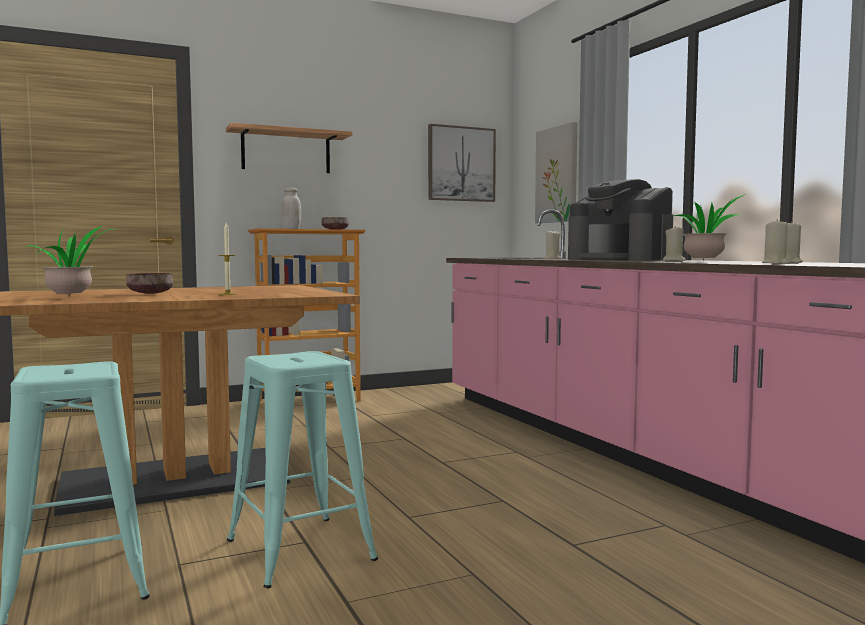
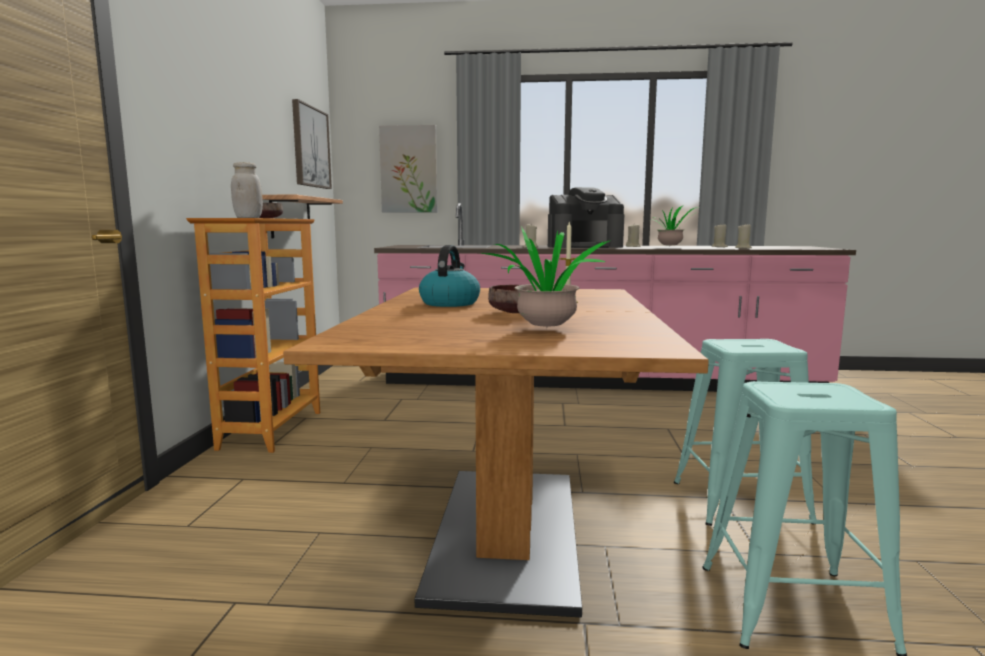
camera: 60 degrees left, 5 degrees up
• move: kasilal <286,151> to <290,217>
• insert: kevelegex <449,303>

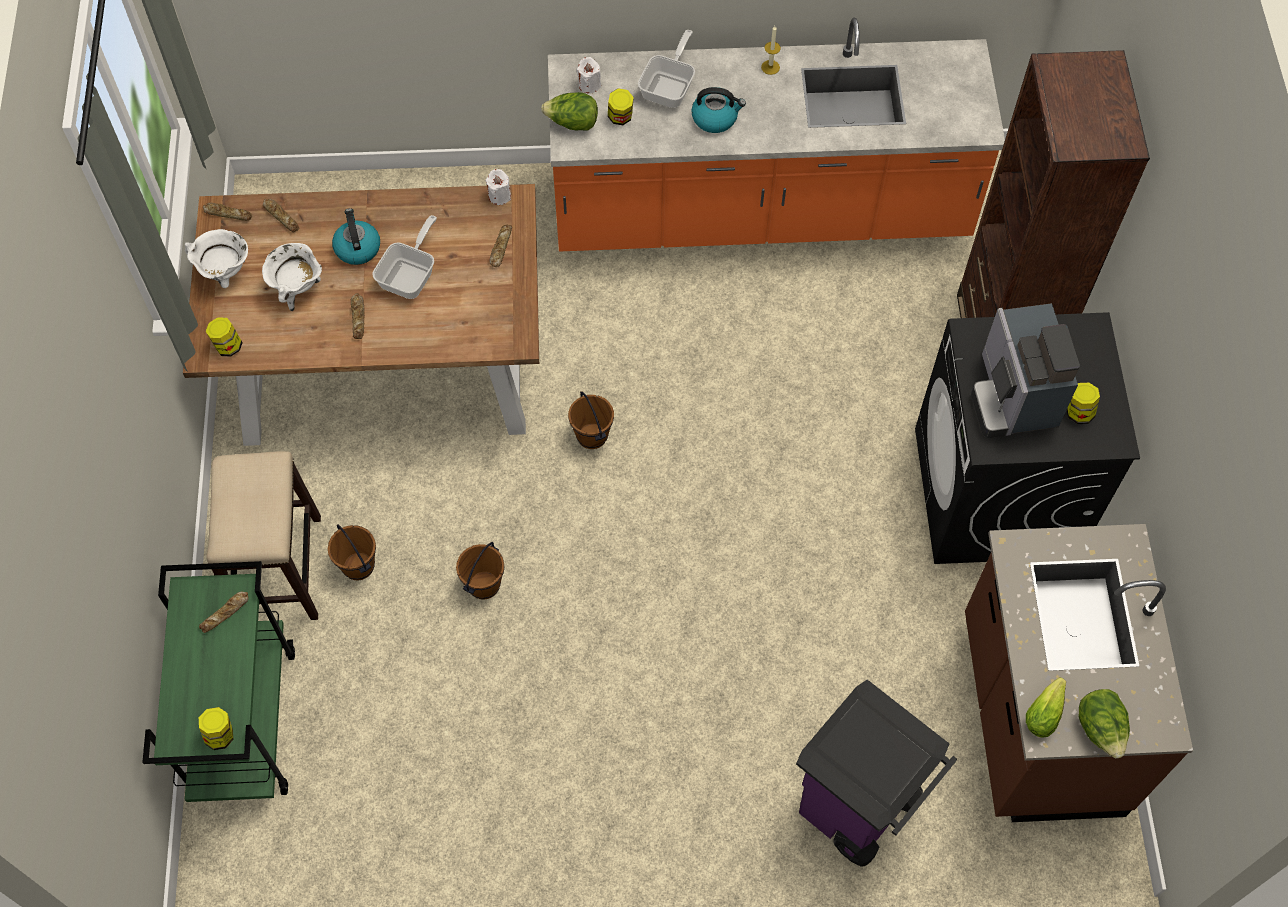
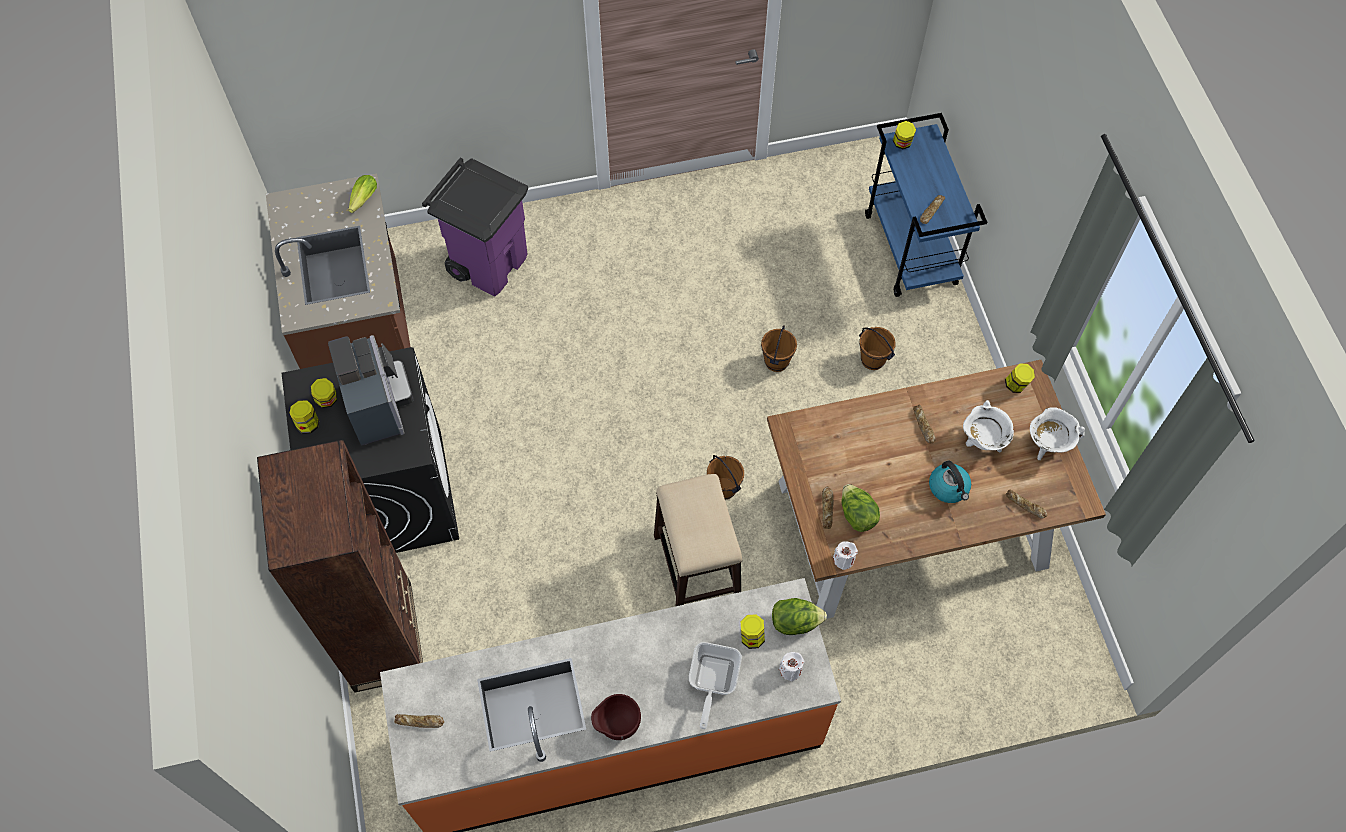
camera: 170 degrees right, 0 degrees up
• replace: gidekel <770,67> to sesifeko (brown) <617,724>
• delete: kevelegex <715,118>
• move: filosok <228,213> to <420,722>
• delete: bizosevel <411,275>
• move: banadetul <278,570> to <696,568>
• recolor: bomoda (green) <243,721> to bomoda (blue) <911,250>
• move: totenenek <1100,729> to <857,515>
• insert: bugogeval <308,424>

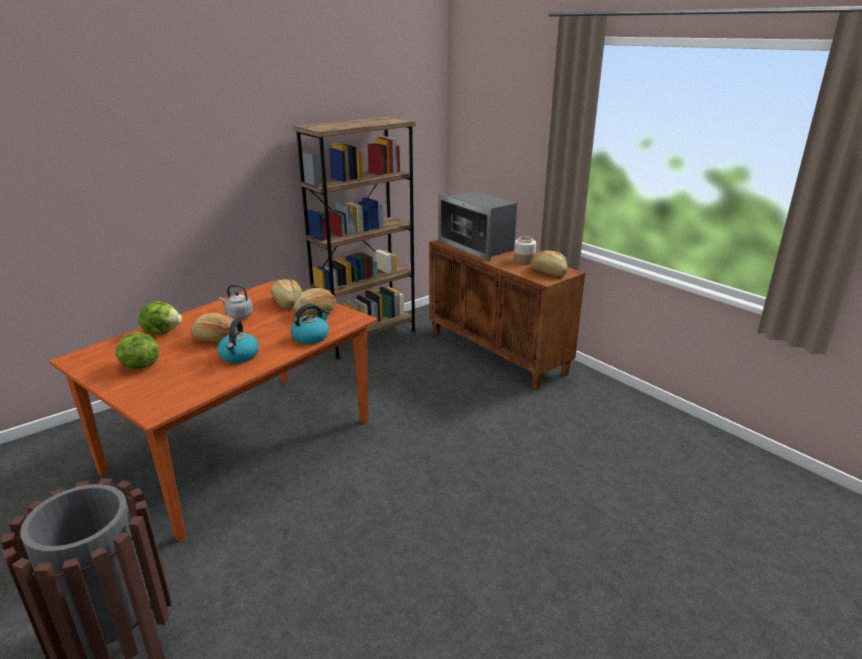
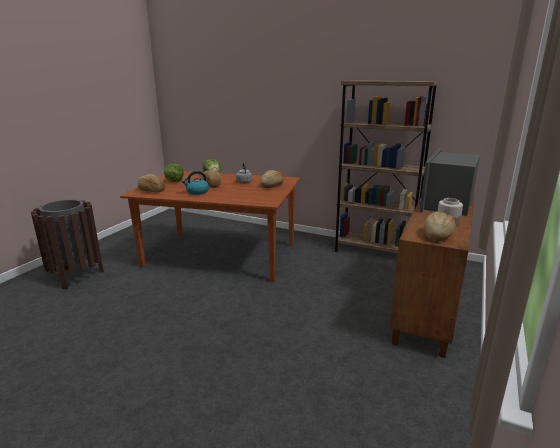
camera: 65 degrees right, 5 degrees down
• move: filosok <316,312> to <151,190>
• delete: kevelegex <311,337>

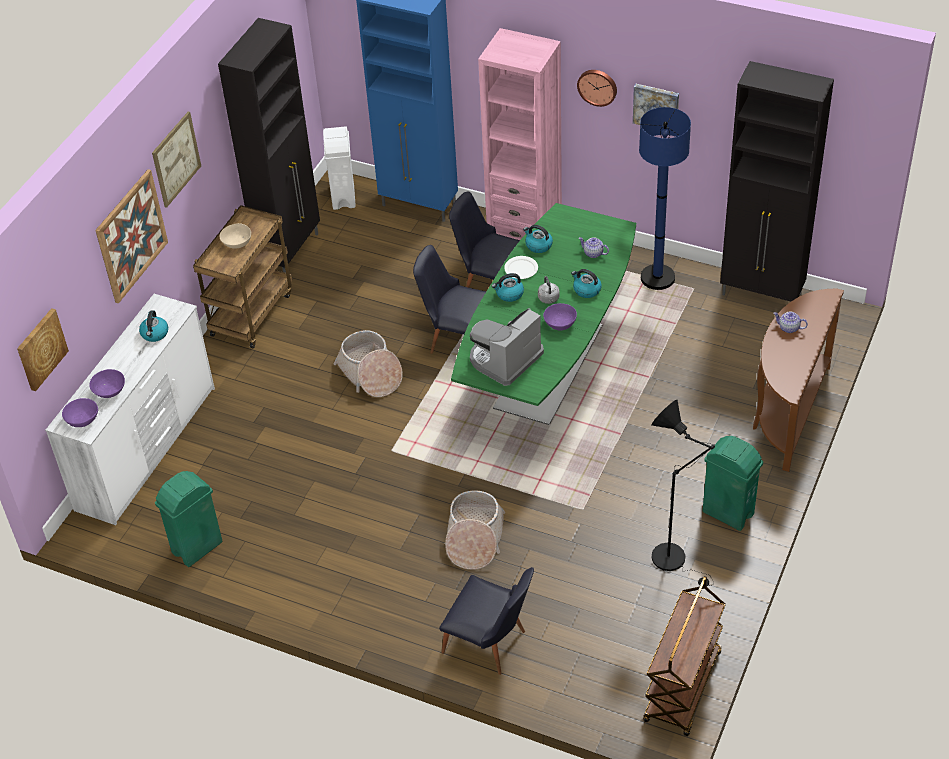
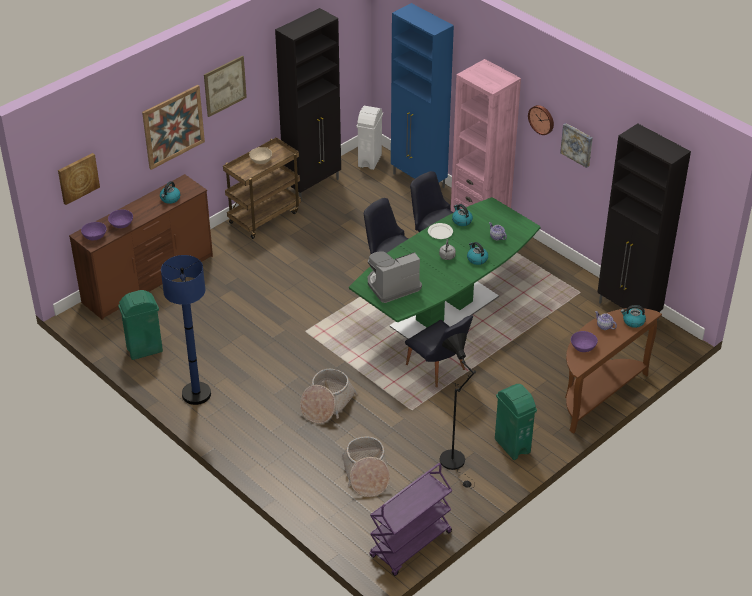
camera: 20 degrees right, 5 degrees down
• move: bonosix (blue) <657,278> to <196,394>
• move: kevelegex <509,294> to <633,321>
• recolor: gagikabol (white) <147,448> to gagikabol (brown) <149,279>
• move: sesifeko (purple) <560,323> to <583,347>
• move: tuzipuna <370,374> to <366,474>
• move: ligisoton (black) <491,645> to <439,370>
• recolor: bomoda (brown) <683,688> to bomoda (purple) <410,545>

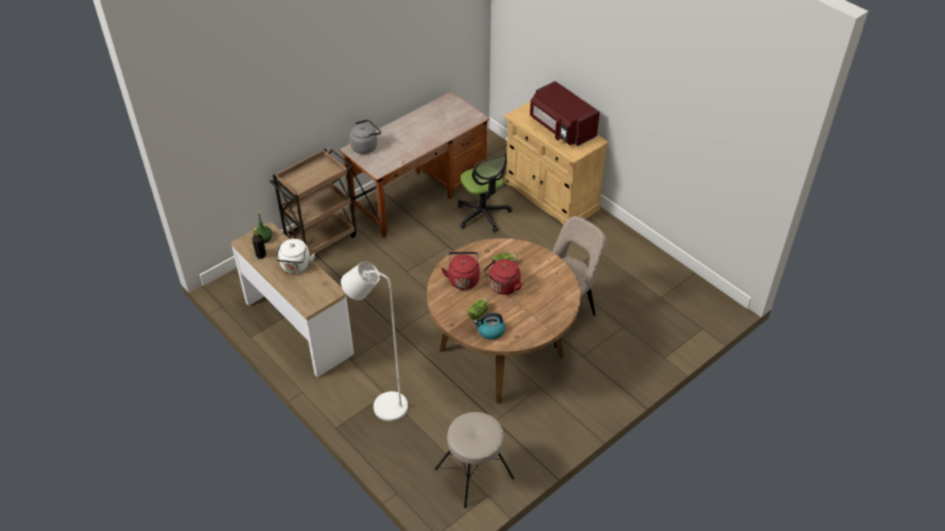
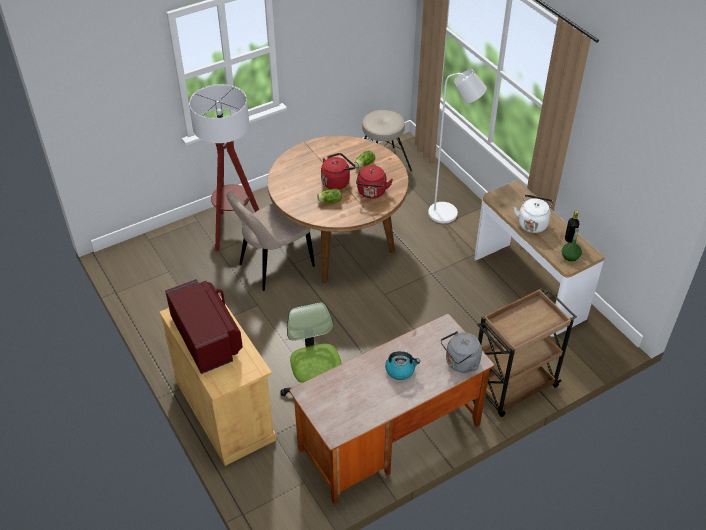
camera: 170 degrees left, 0 degrees up
• move: kevelegex <490,331> to <400,370>
• insert: bonosix <234,231>

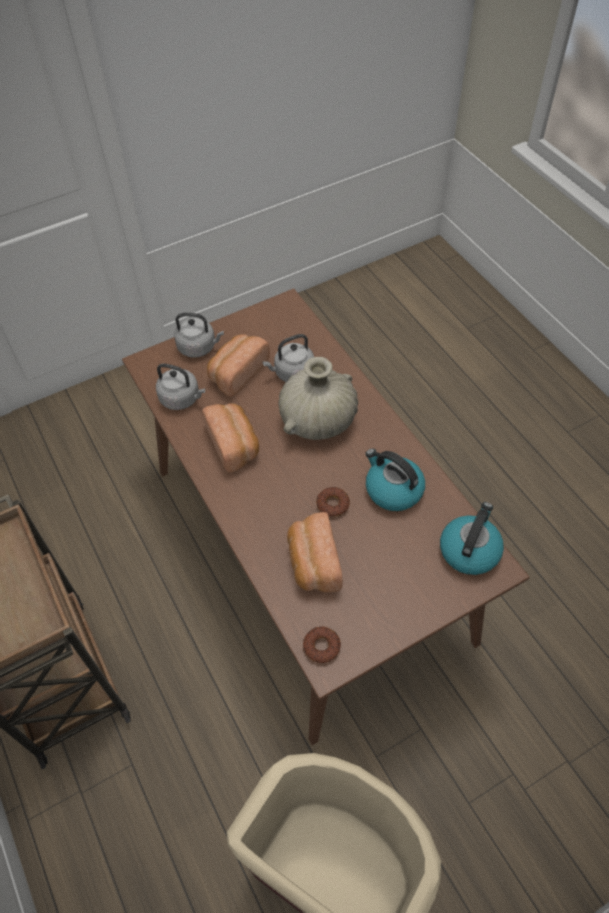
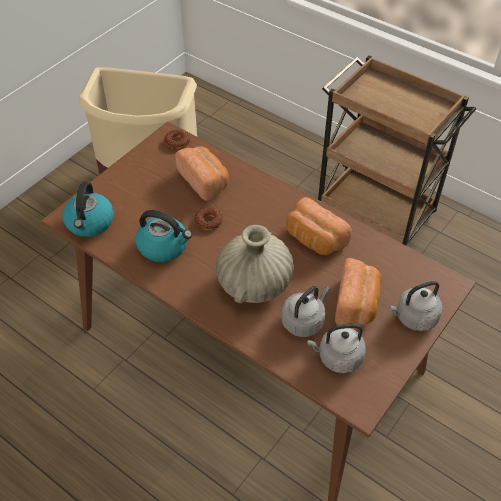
camera: 155 degrees right, 5 degrees down
• move: kevelegex (grey) <182,399> to <337,358>

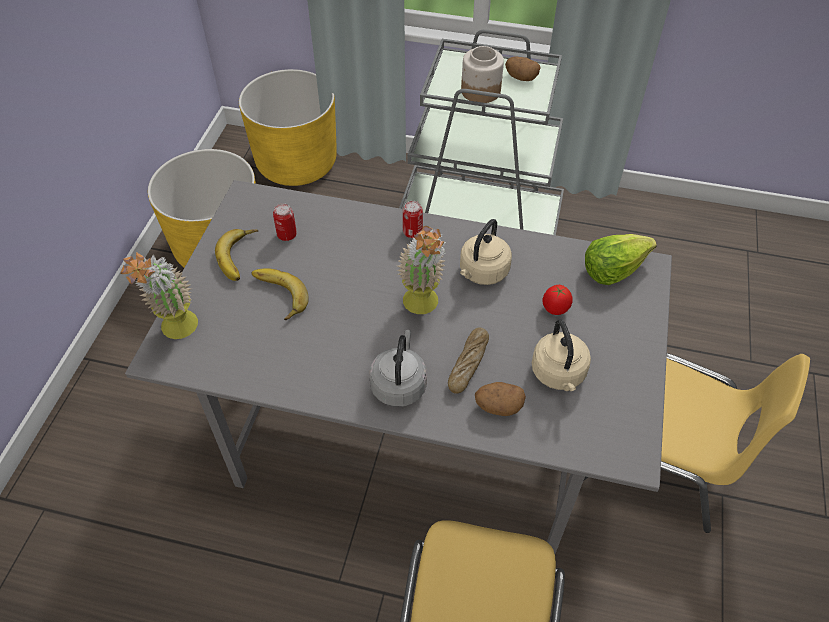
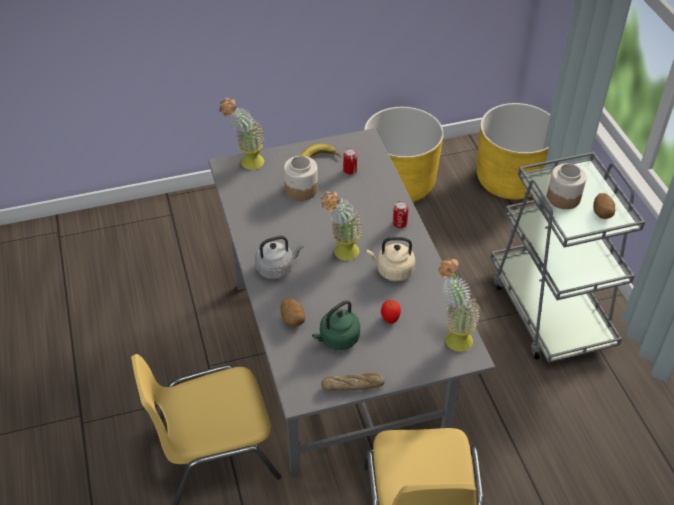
camera: 60 degrees right, 5 degrees down
• replace: totenenek <613,268> to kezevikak <452,337>
• replace: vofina <277,296> to bugogeval <301,189>
• recolor: kevelegex (beige) <559,374> to kevelegex (green) <337,339>
• move: filosok <468,363> to <352,385>

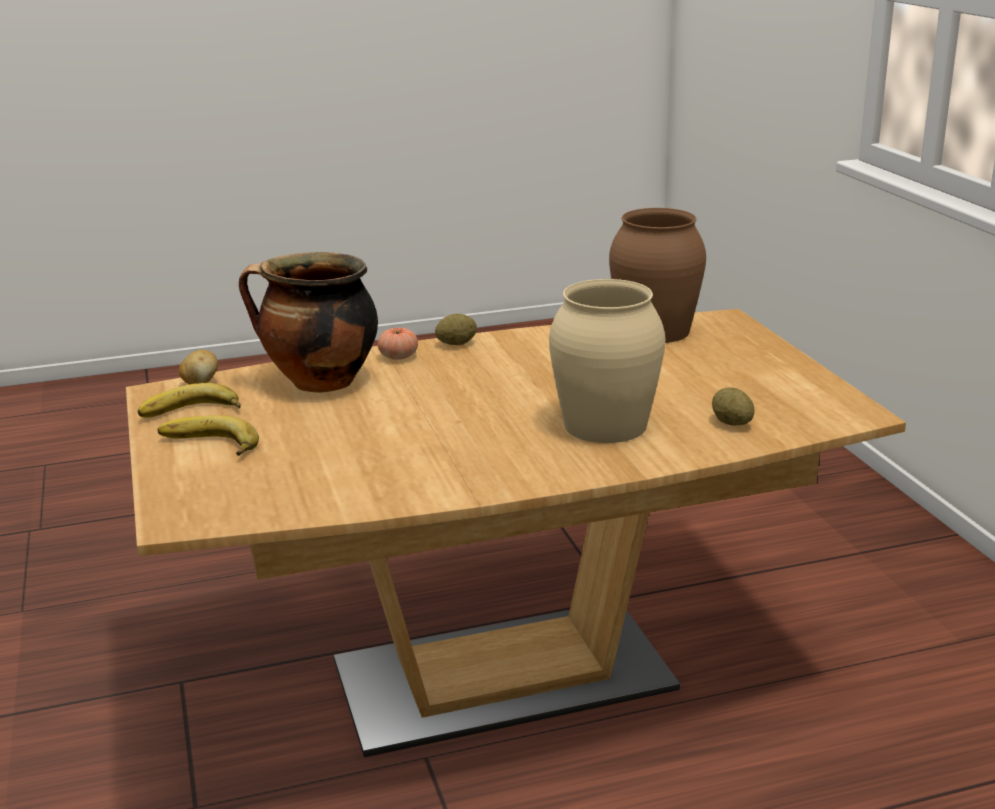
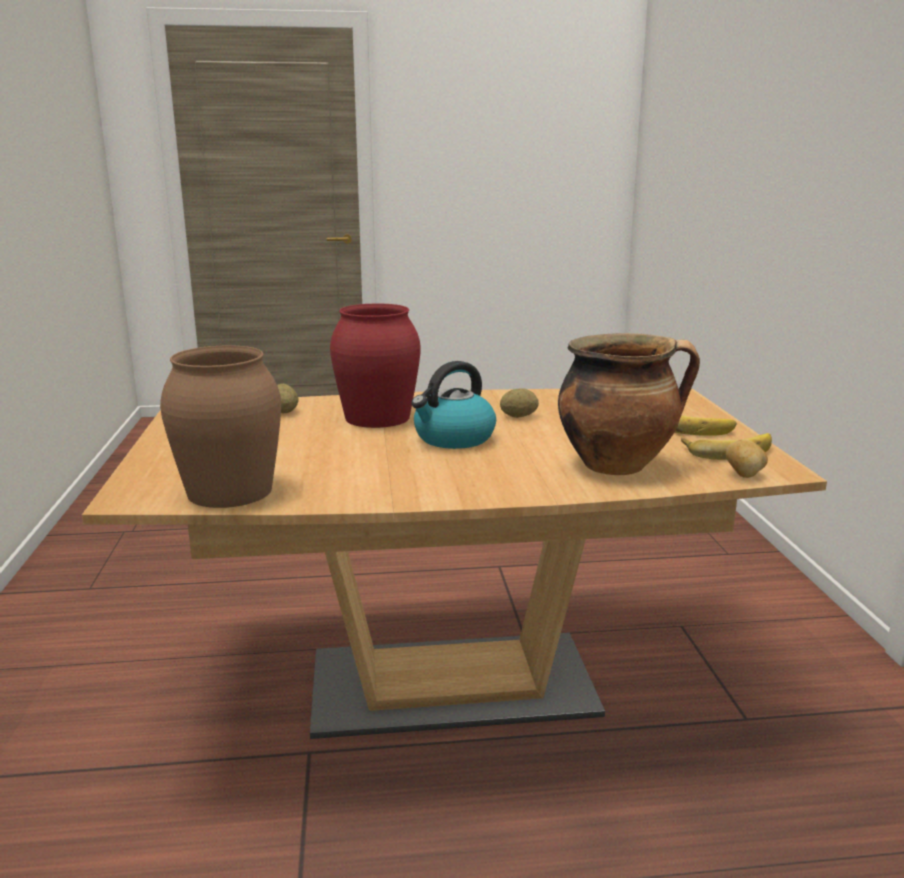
camera: 170 degrees left, 5 degrees down
• recolor: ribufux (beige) <606,425> to ribufux (red) <377,417>
• move: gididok <456,344> to <519,416>
• delete: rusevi <398,357>
• insert: kevelegex <453,438>

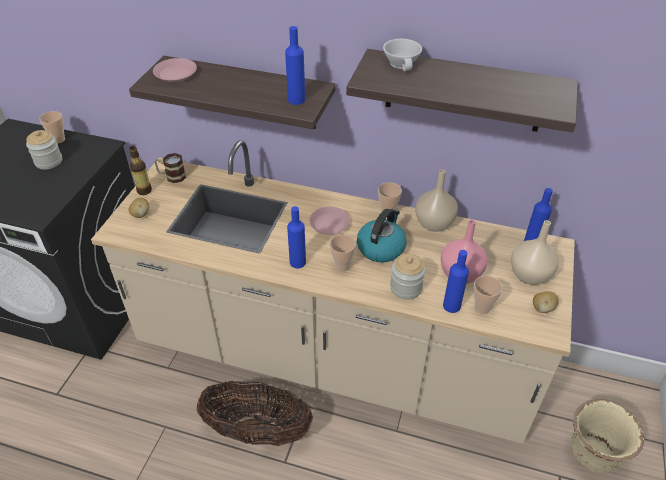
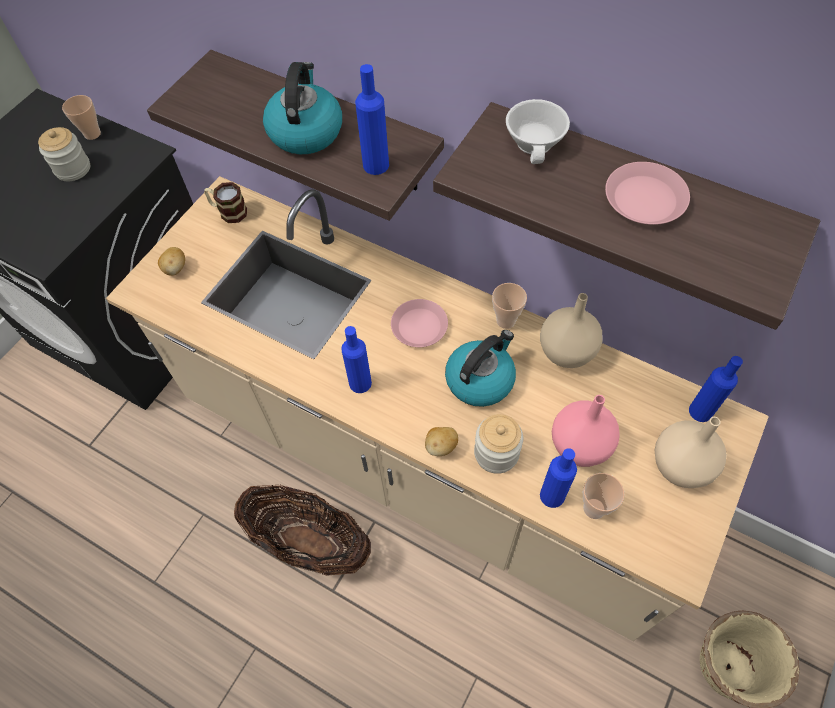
camera: 15 degrees right, 15 degrees up
• move: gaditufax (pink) <175,74> to <644,199>
• delete: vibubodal <144,191>
• delete: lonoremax <342,266>
• move: gididok <542,308> to <441,446>
• insert: kevelegex <305,131>

